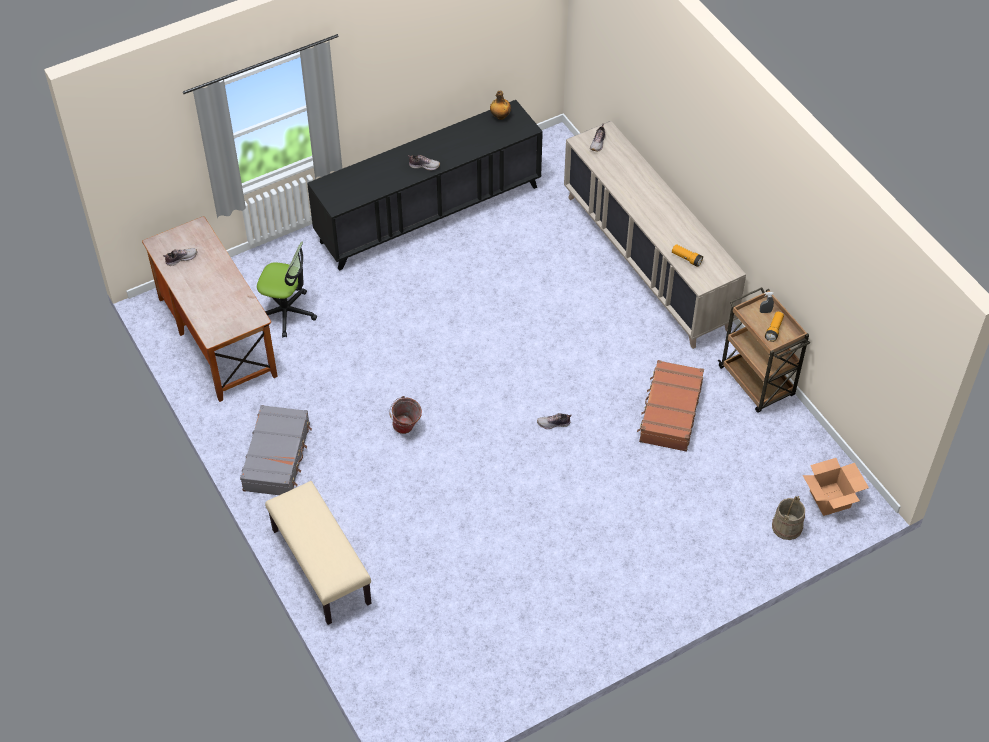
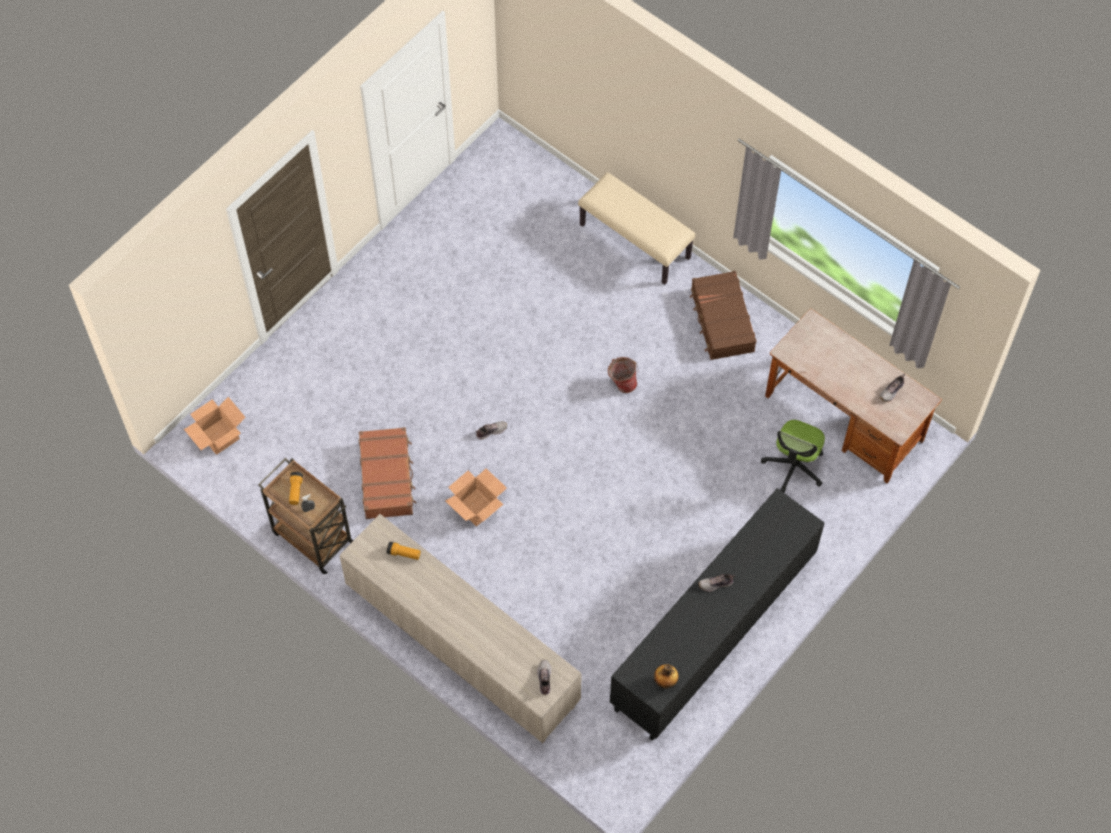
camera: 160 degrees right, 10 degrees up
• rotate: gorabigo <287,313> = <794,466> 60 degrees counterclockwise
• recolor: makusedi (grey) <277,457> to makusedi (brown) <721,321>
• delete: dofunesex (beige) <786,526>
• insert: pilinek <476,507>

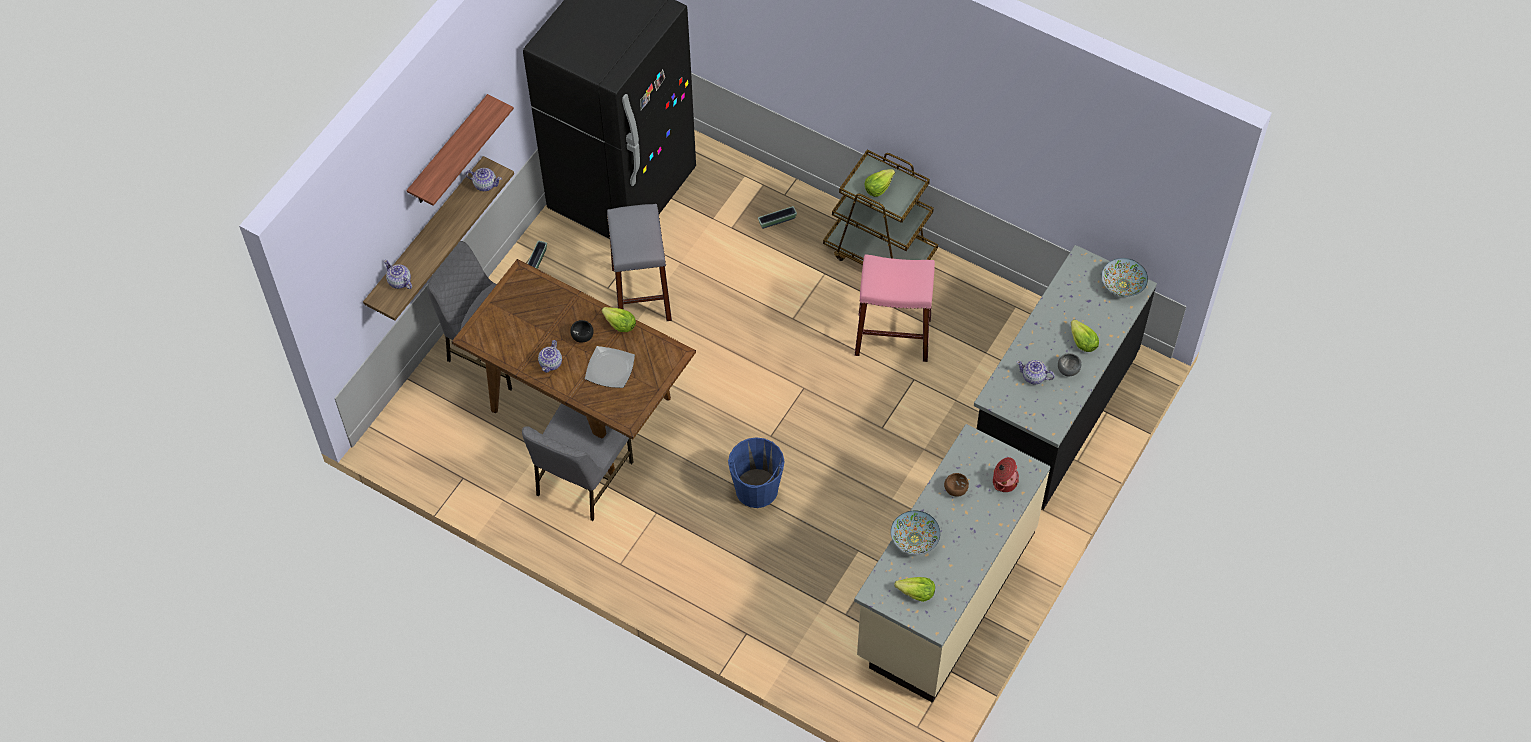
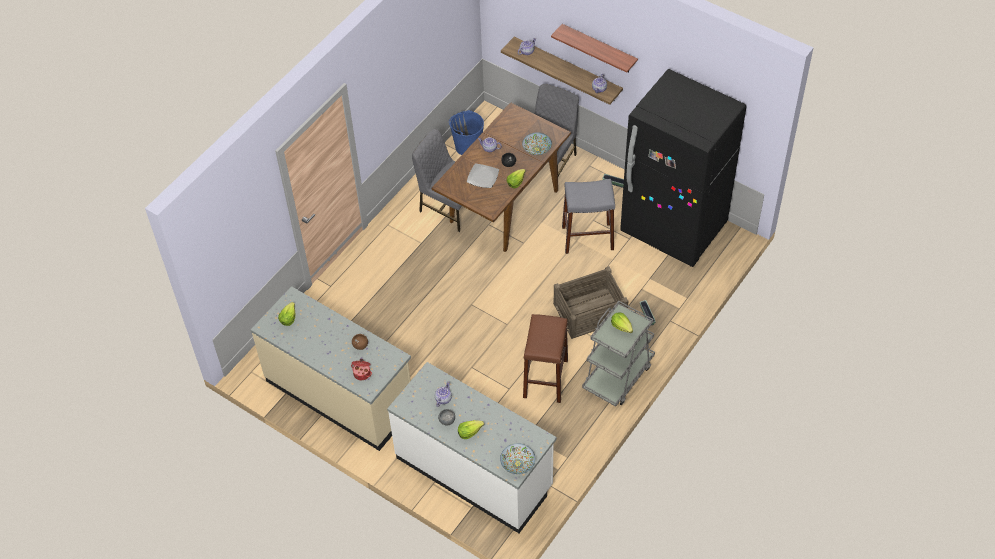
camera: 95 degrees right, 5 degrees down
• recolor: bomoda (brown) <880,252> to bomoda (grey) <618,375>
• recolor: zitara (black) <1052,412> to zitara (white) <474,472>
• recolor: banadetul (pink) <893,336> to banadetul (brown) <545,378>
• move: dofunesex (blue) <756,489> to <467,146>
• move: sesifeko <914,539> to <537,149>
• insert: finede <590,312>

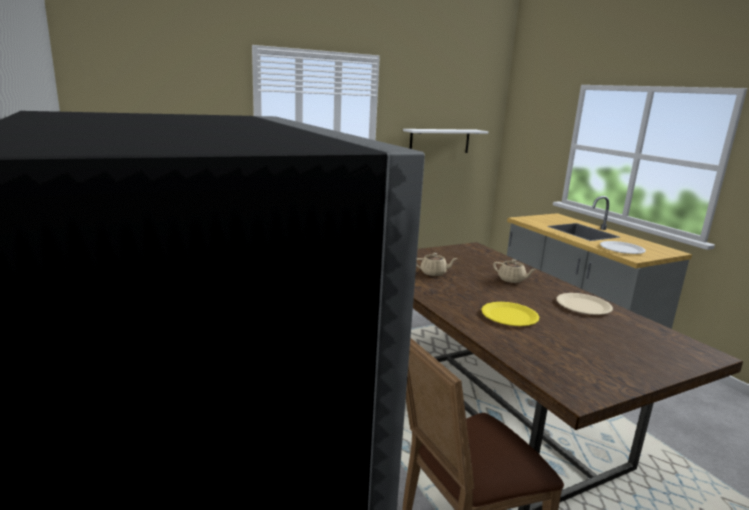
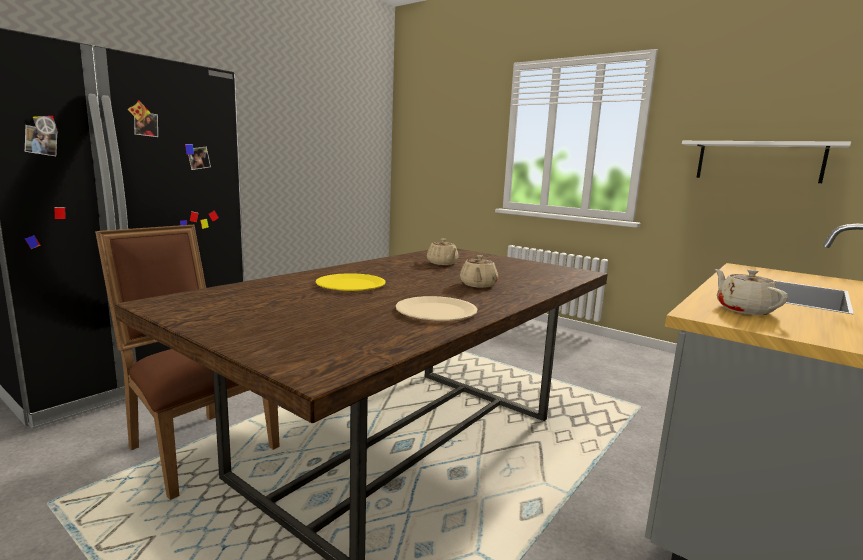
camera: 65 degrees right, 5 degrees down
• replace: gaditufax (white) <622,249> to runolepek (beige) <743,310>

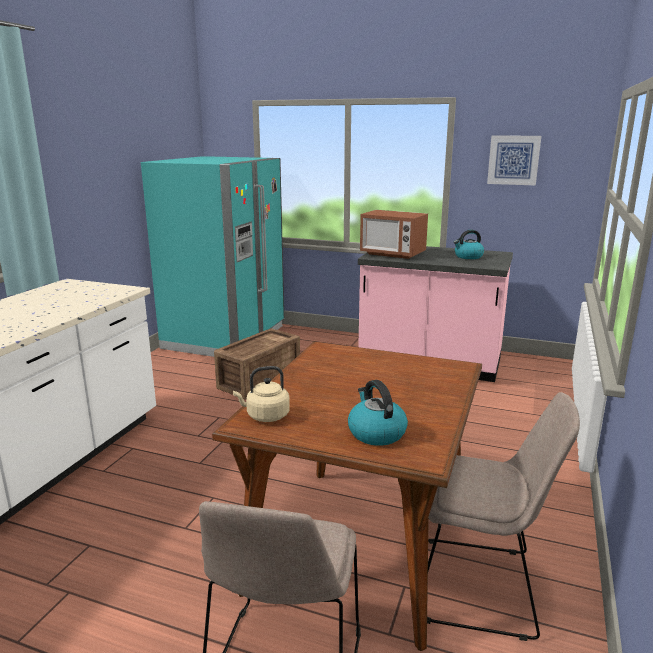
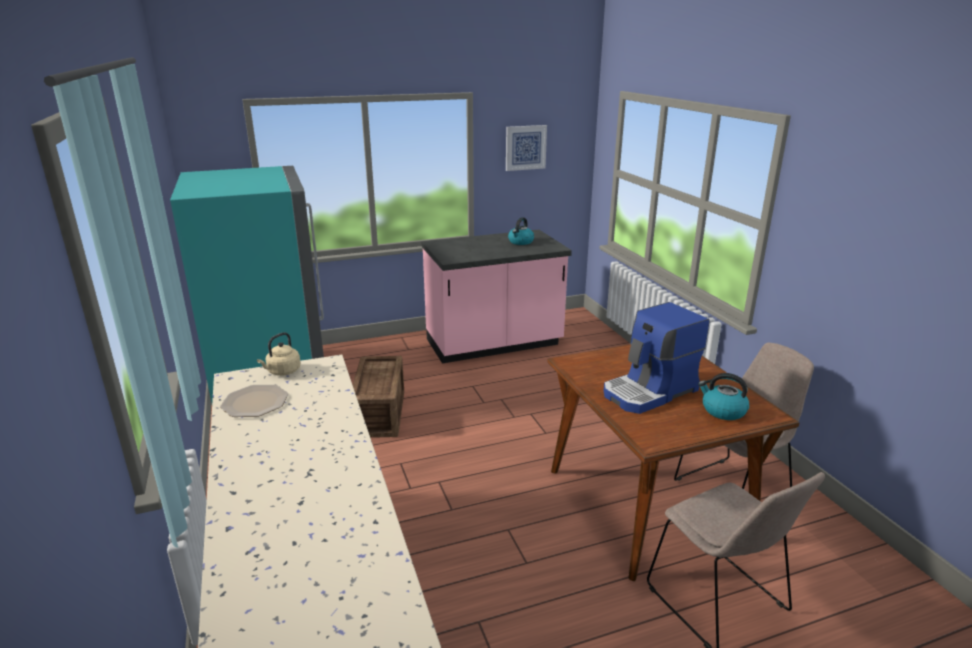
camera: 40 degrees left, 5 degrees up
• delete: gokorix <392,254>
• move: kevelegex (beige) <265,416> to <282,371>
• insert: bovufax <650,392>
• insert: gaditufax <255,402>

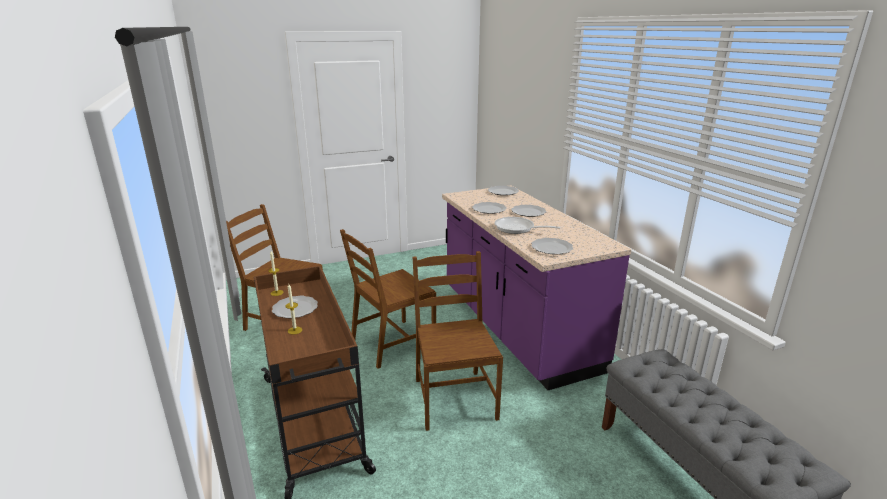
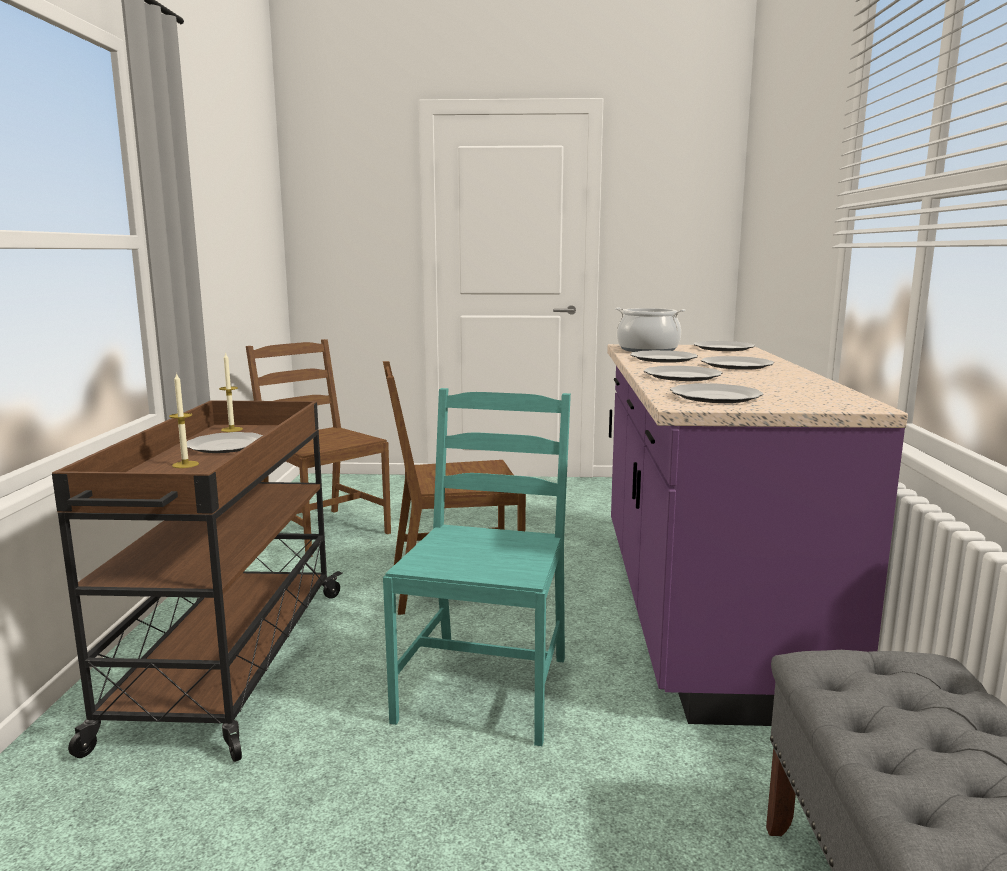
camera: 25 degrees right, 10 degrees down
• replace: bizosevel <517,229> to gaditufax <682,376>
• recolor: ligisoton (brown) <453,398> to ligisoton (turquoise) <485,688>
• insert: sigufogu <648,350>

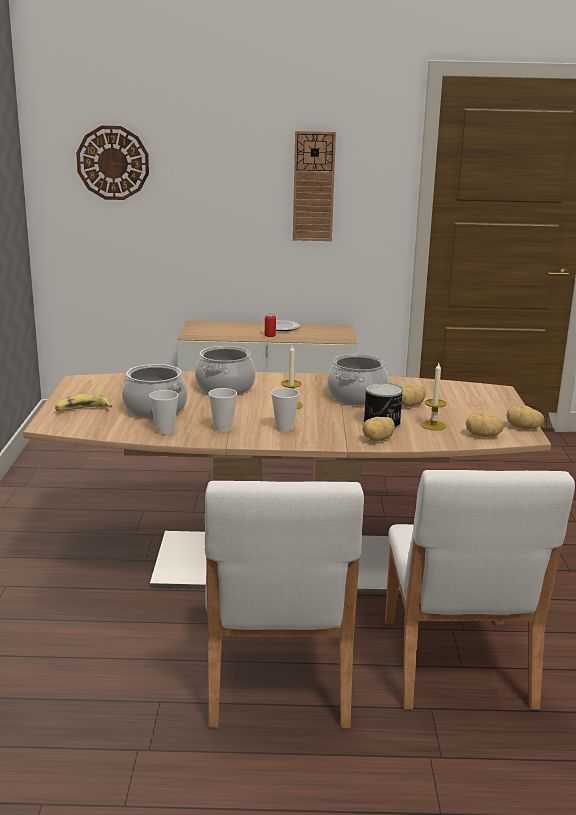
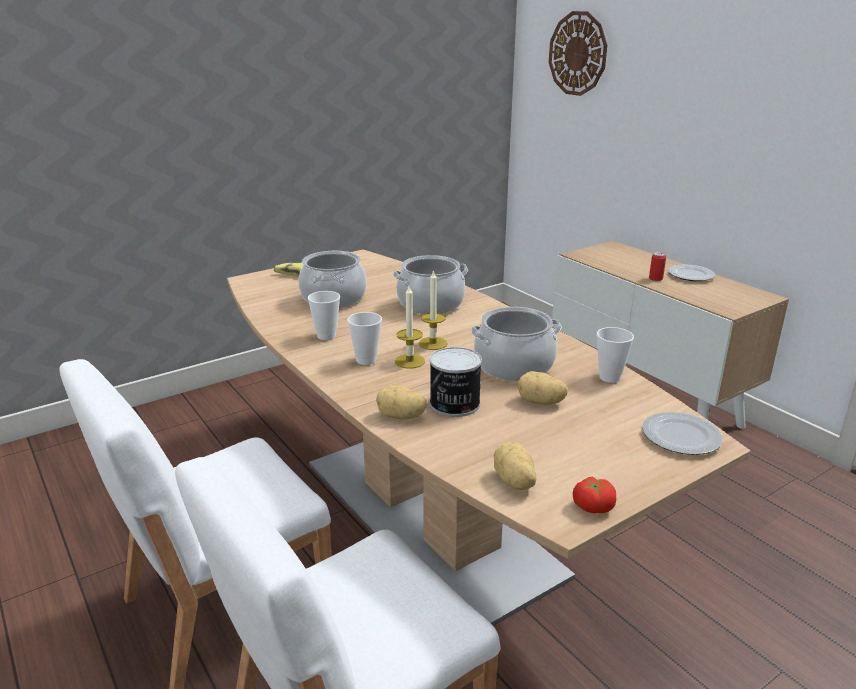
camera: 55 degrees right, 5 degrees up
• delete: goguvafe <313,186>
• move: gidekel <433,425> to <409,361>
• move: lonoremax <165,431> to <609,377>
• replace: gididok <523,428> to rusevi <593,506>
• insert: gaditufax <681,436>

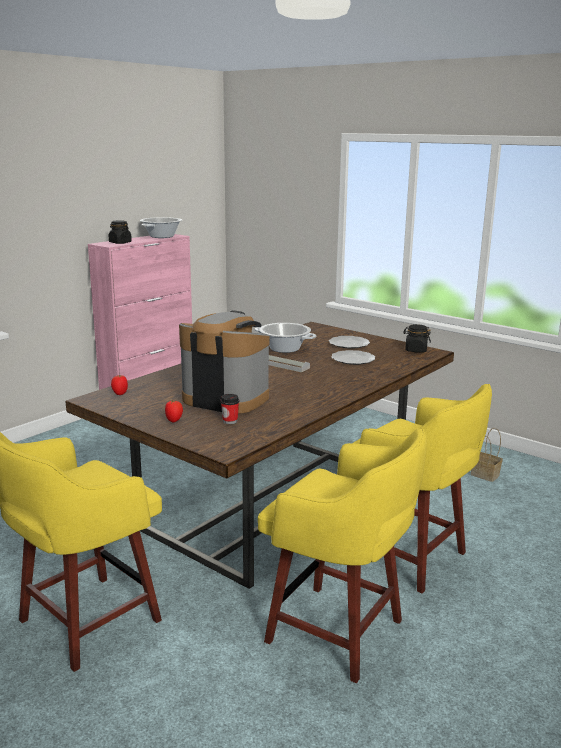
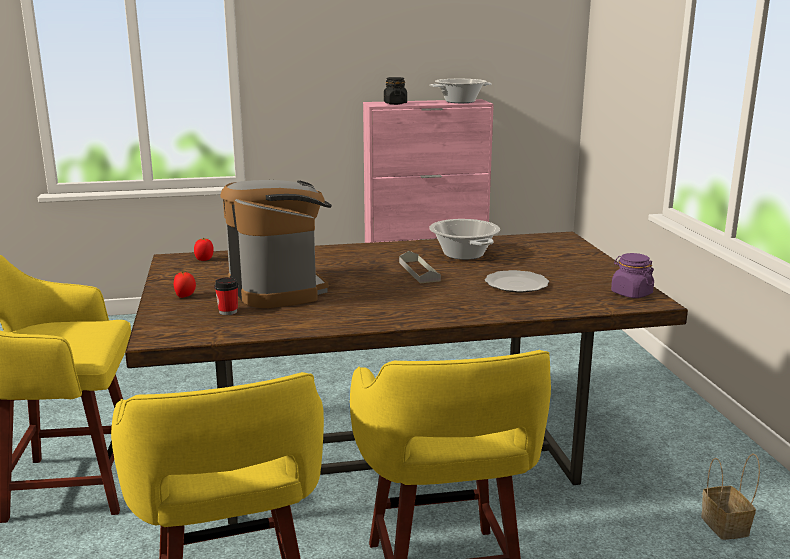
camera: 40 degrees right, 0 degrees up
• recolor: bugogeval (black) <415,350> to bugogeval (purple) <631,293>
• delete: gaditufax <349,344>

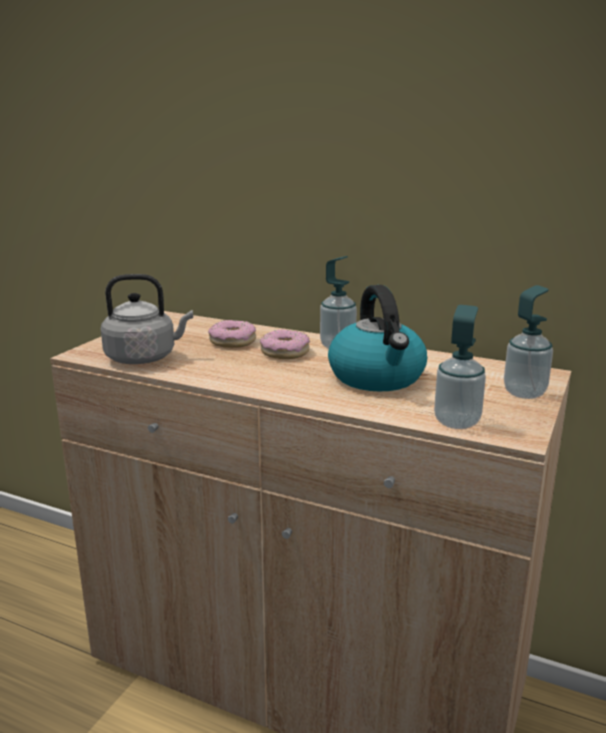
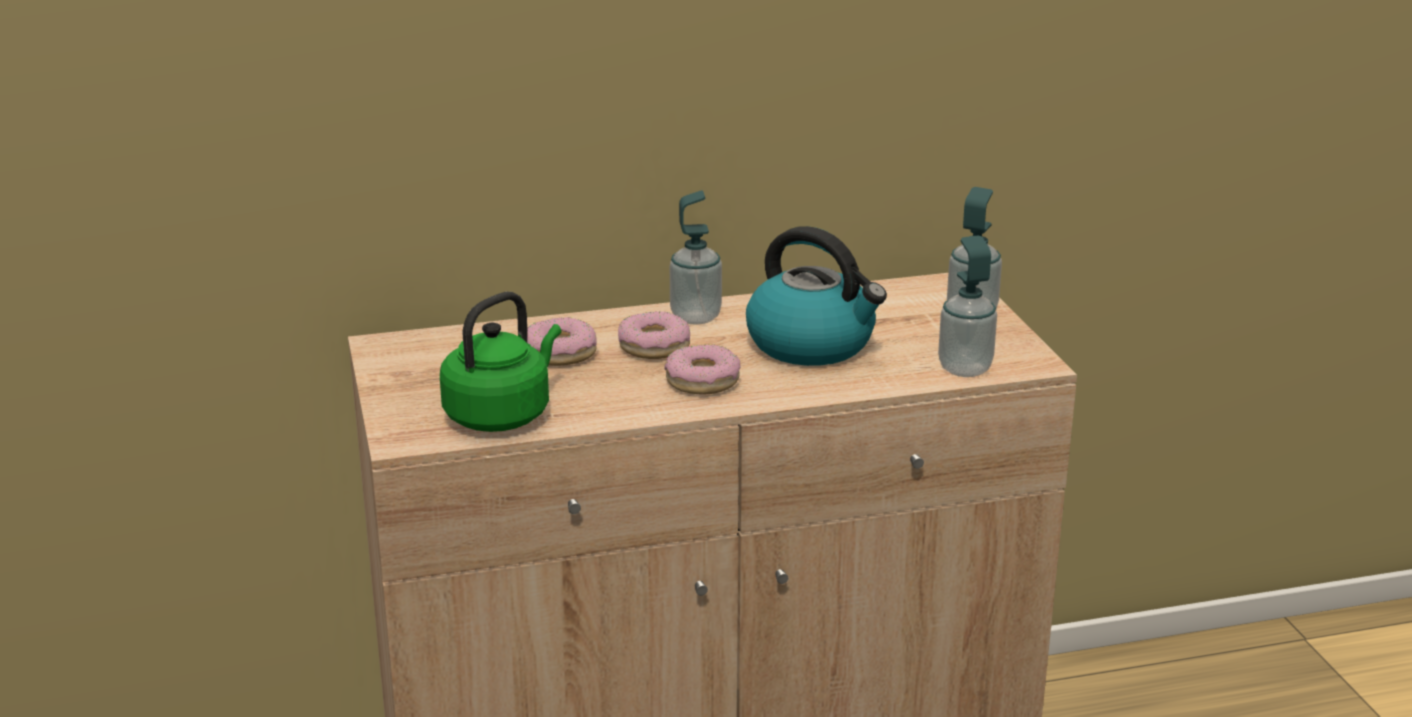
camera: 40 degrees left, 5 degrees up
• recolor: kevelegex (grey) <144,358> to kevelegex (green) <501,414>
• insert: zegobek <702,381>

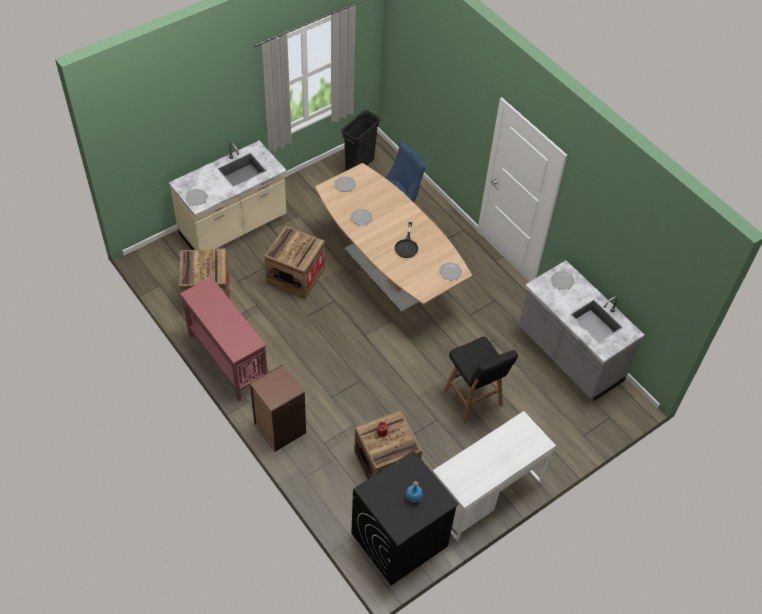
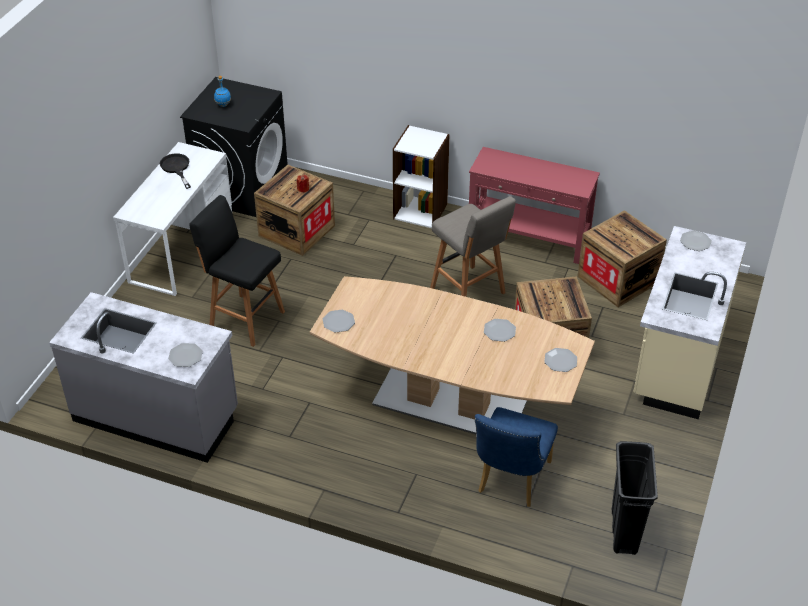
camera: 150 degrees right, 10 degrees down
• move: bizosevel (black) <407,246> to <176,168>
• recolor: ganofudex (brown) <279,429> to ganofudex (white) <420,211>
• insert: banadetul (grey) <469,292>

